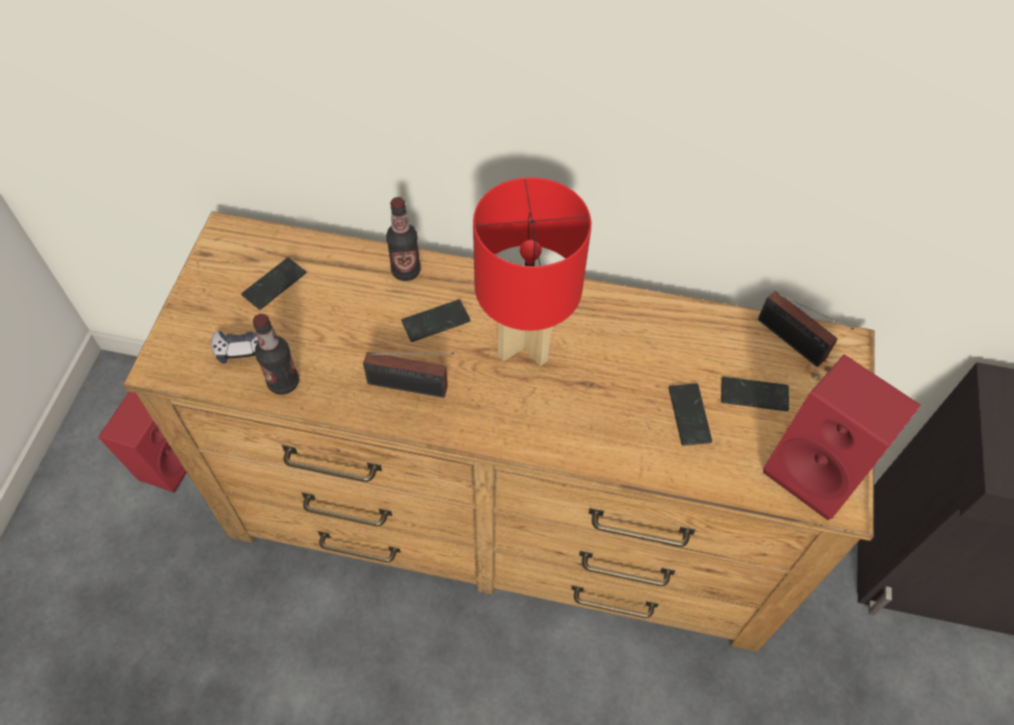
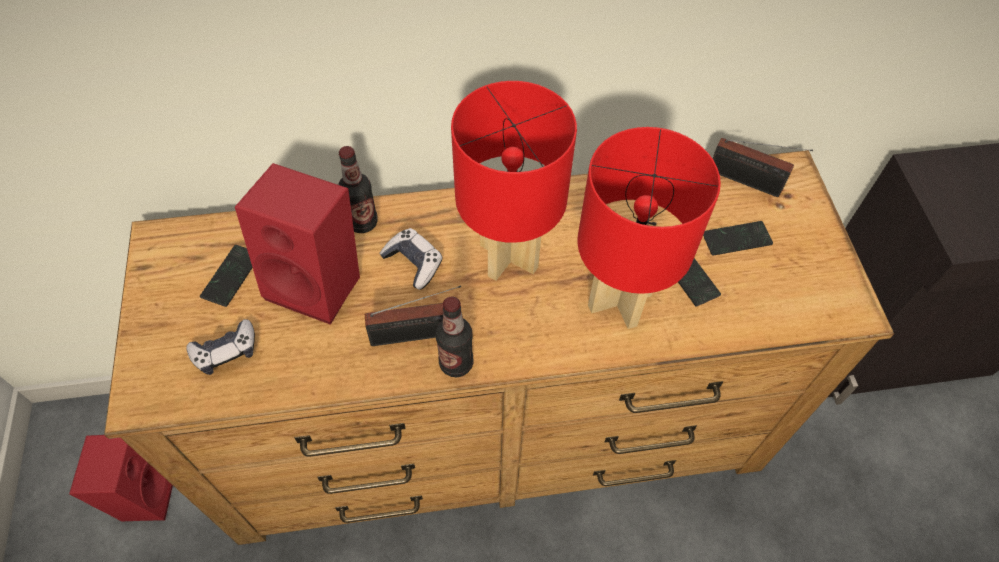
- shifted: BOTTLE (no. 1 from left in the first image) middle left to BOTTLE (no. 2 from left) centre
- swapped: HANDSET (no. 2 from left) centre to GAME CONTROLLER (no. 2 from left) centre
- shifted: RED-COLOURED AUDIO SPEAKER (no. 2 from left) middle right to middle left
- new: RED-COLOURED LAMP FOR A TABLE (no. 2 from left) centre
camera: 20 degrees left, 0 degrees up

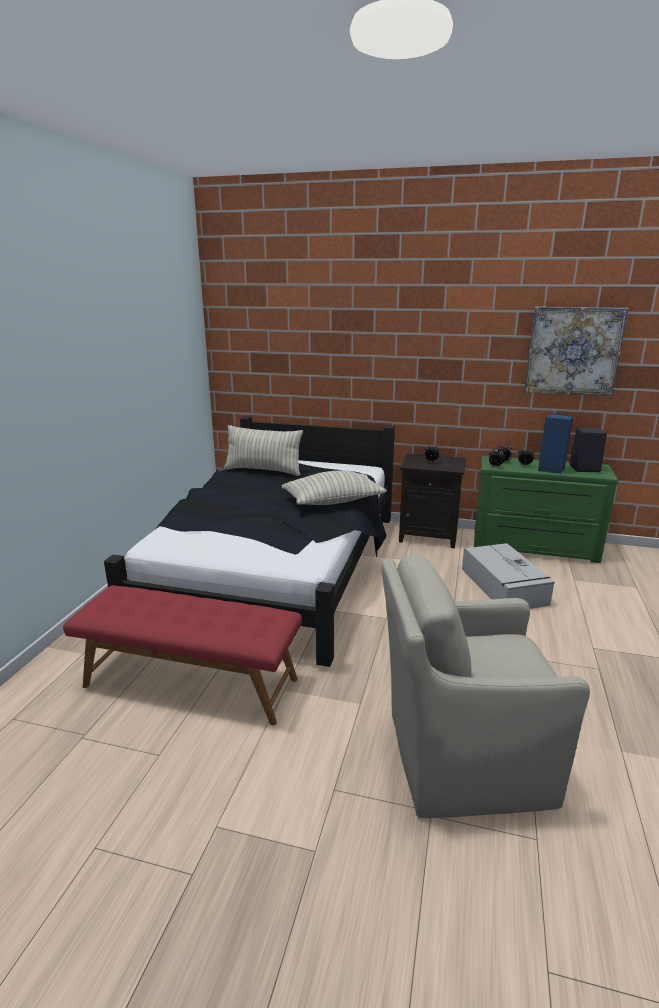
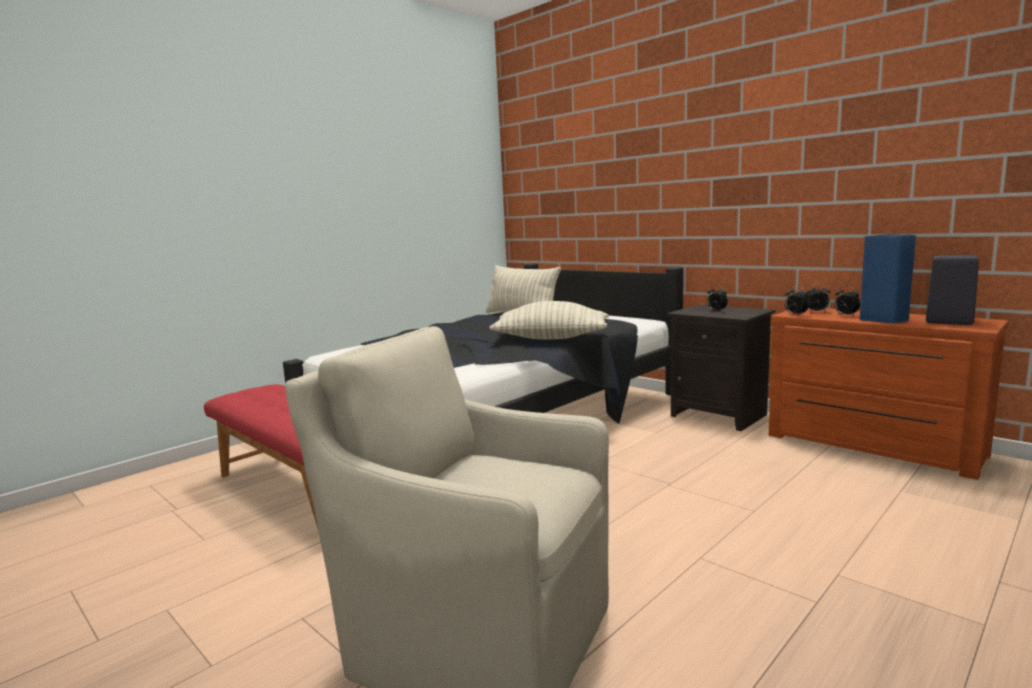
- gone: GREYISH STORAGE BIN middle right
- repainted: GREEN CHEST OF DRAWERS middle right to BROWN CHEST OF DRAWERS middle right
- gone: WALL PICTURE middle right
camera: 30 degrees right, 10 degrees down

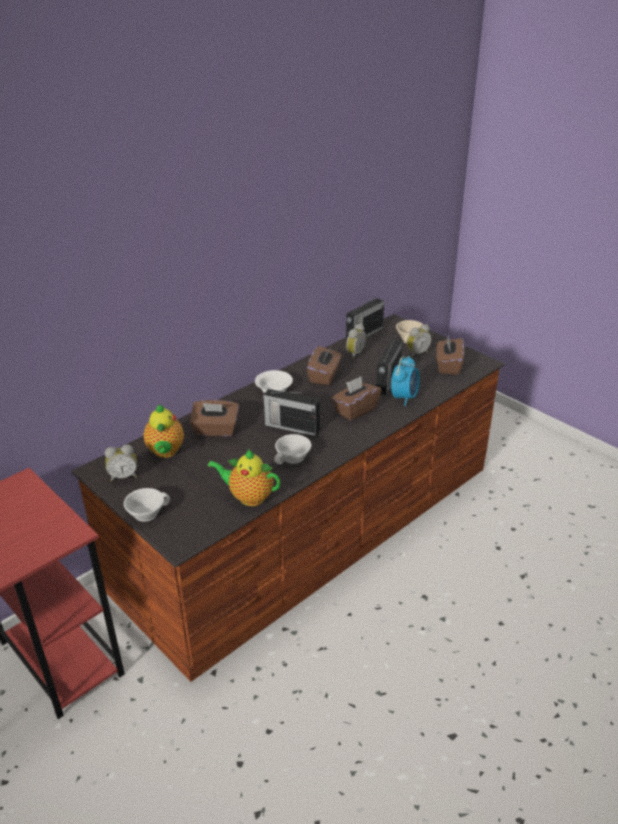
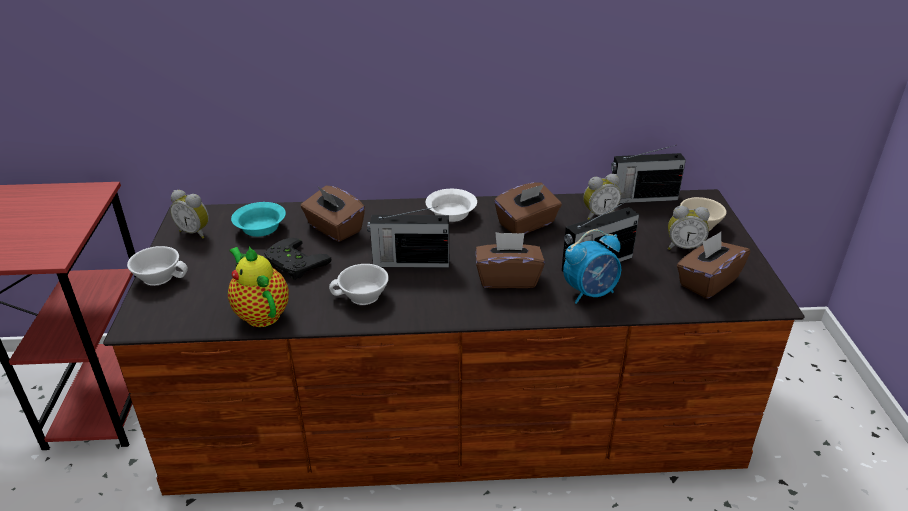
- swapped: TEA POT (no. 1 from left) middle left to TURQUOISE SERVING BOWL middle left
- rotated: RADIO SET (no. 1 from left) centre = centre 60 degrees counterclockwise
- new: BLACKISH GAME CONTROLLER middle left
camera: 40 degrees right, 0 degrees up

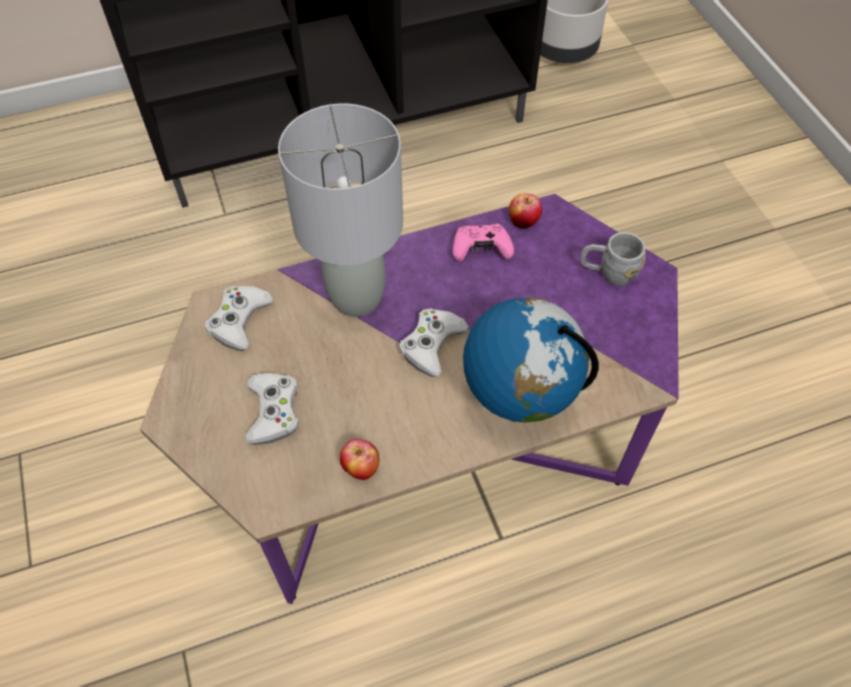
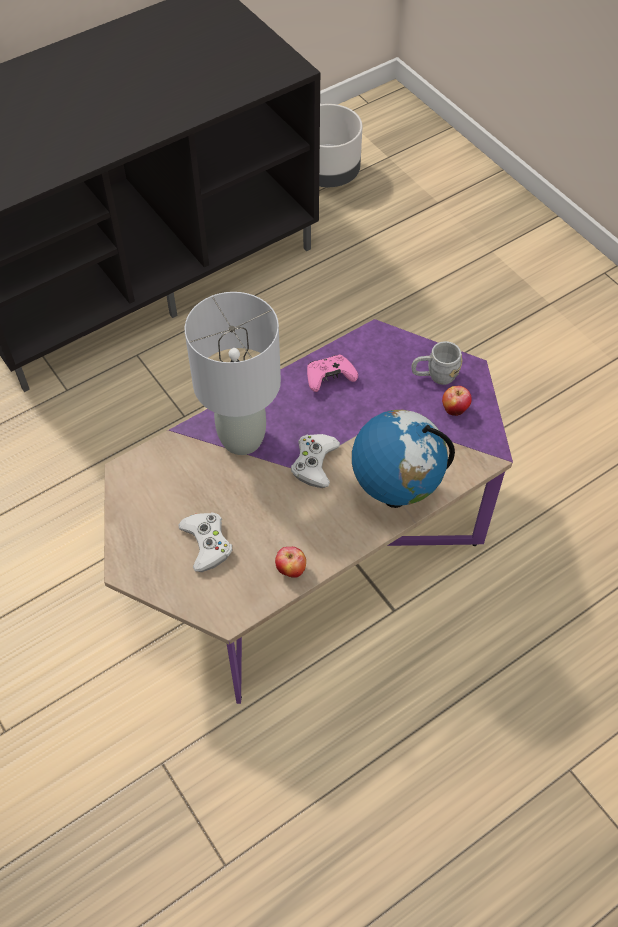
- gone: WHITISH GAME CONTROLLER (no. 1 from left) middle left
- shifted: WHOLE APPLE (no. 2 from left) top centre to middle right
camera: 15 degrees left, 0 degrees up

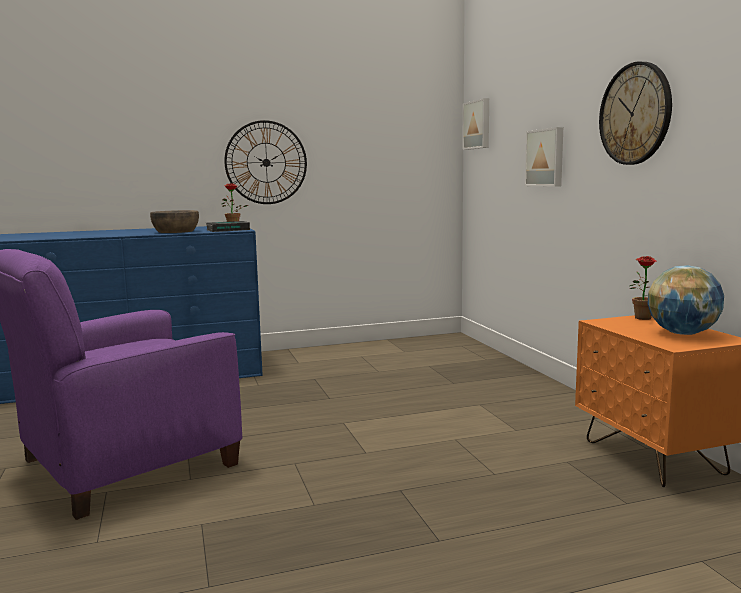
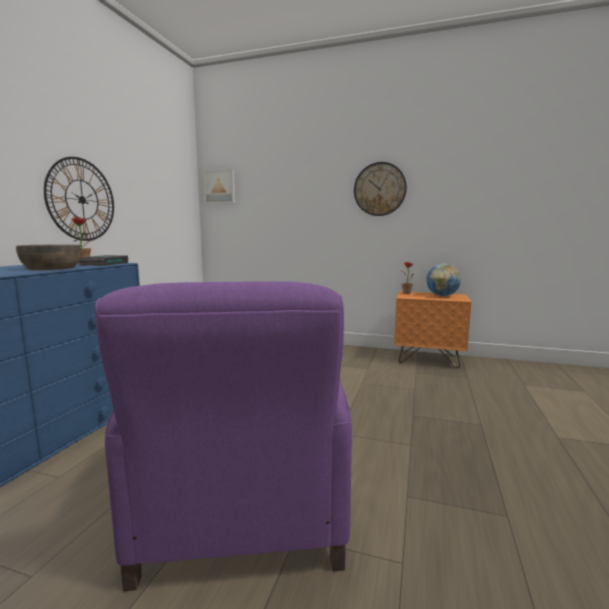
- gone: WALL PICTURE (no. 2 from left) top right
camera: 55 degrees left, 0 degrees up

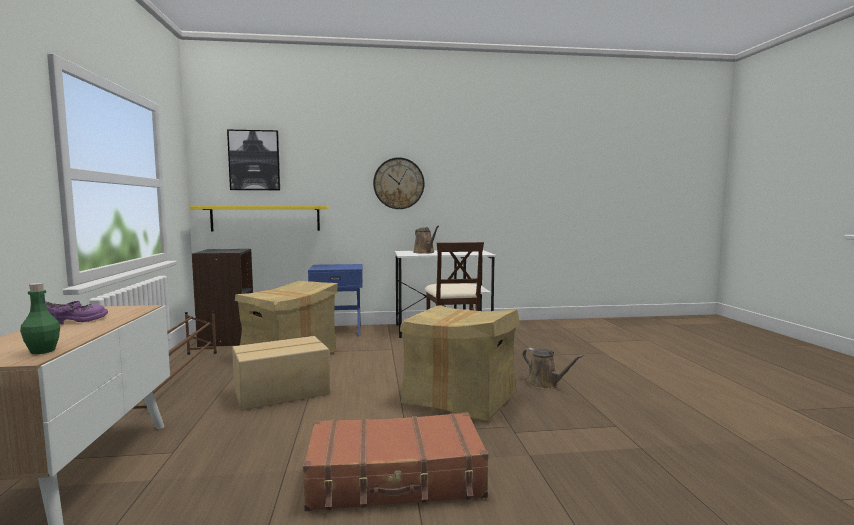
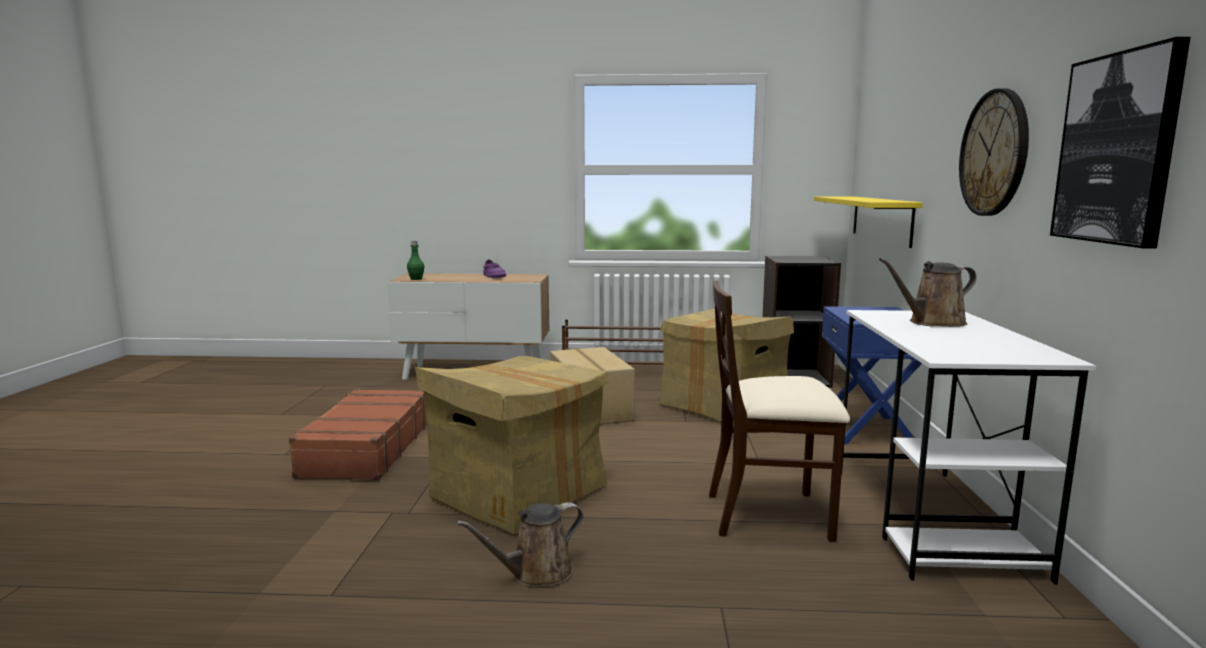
- shifted: WALL PICTURE top left to top right
camera: 100 degrees right, 5 degrees up

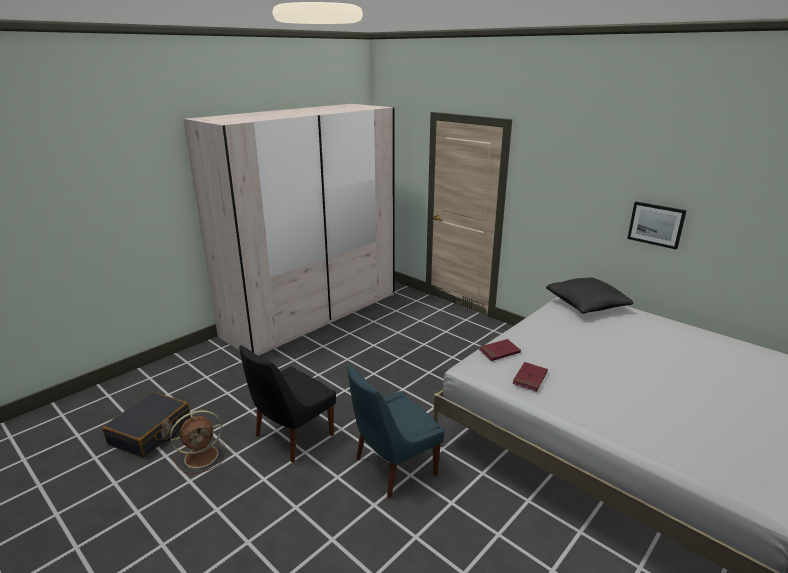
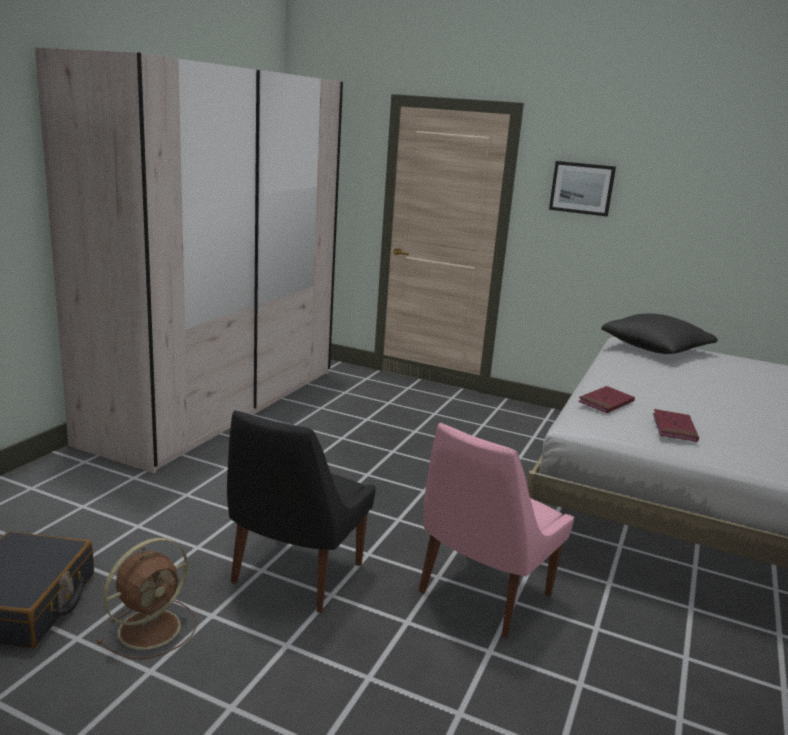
- repainted: BLUE-COLOURED CHAIR bottom centre to PINK-COLOURED CHAIR bottom centre
- shifted: WALL PICTURE middle right to top right
camera: 20 degrees left, 5 degrees down

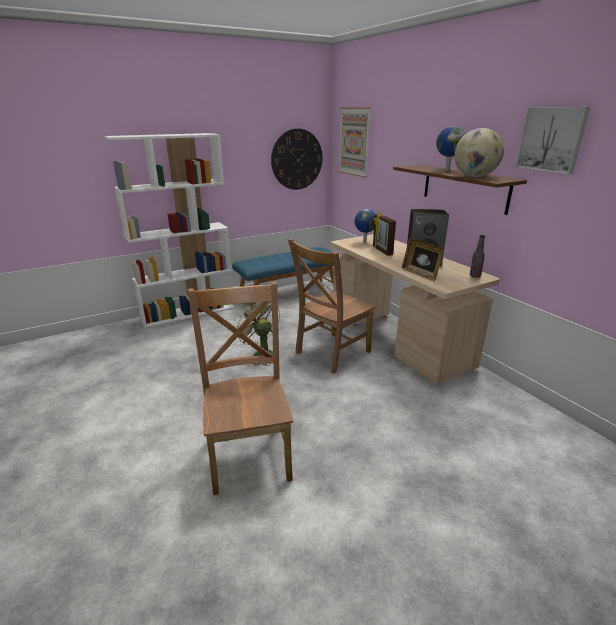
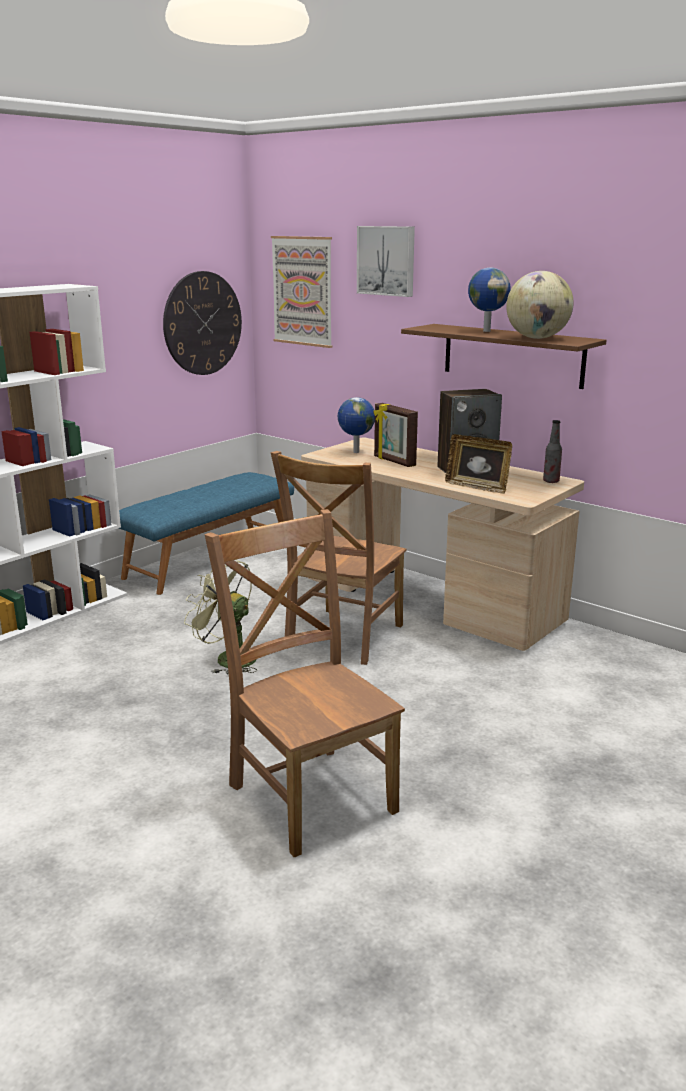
- shifted: WALL PICTURE (no. 2 from left) top right to top centre
camera: 20 degrees left, 5 degrees down

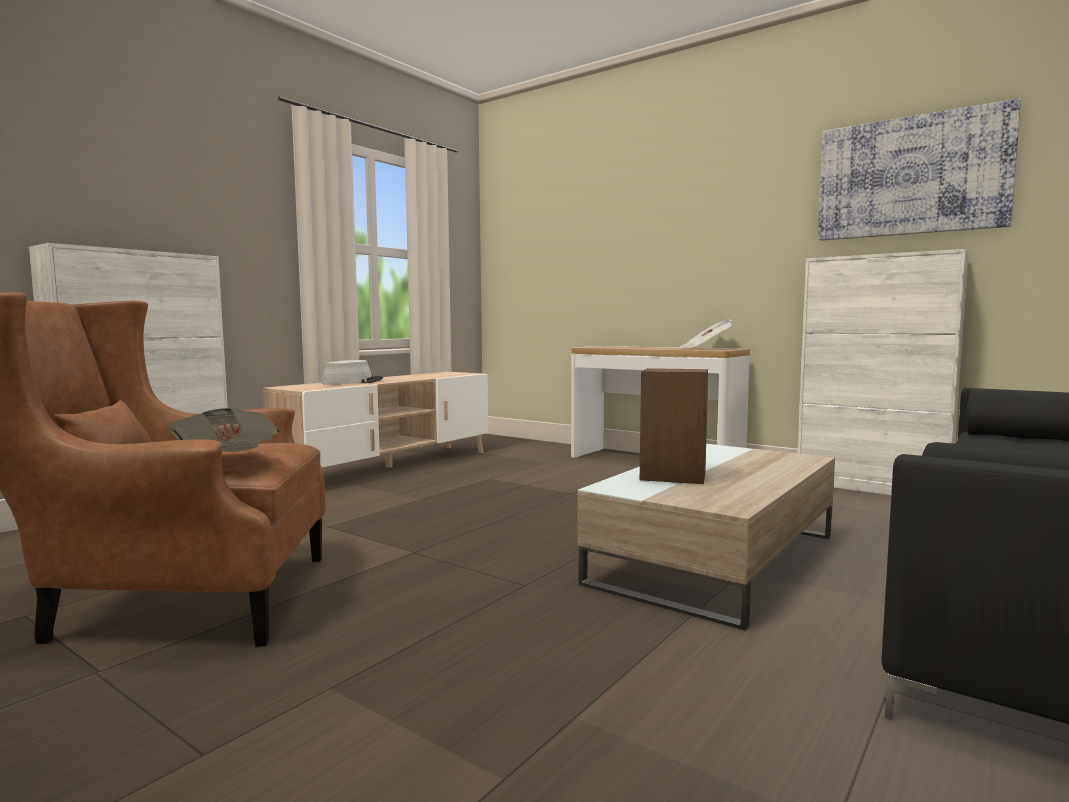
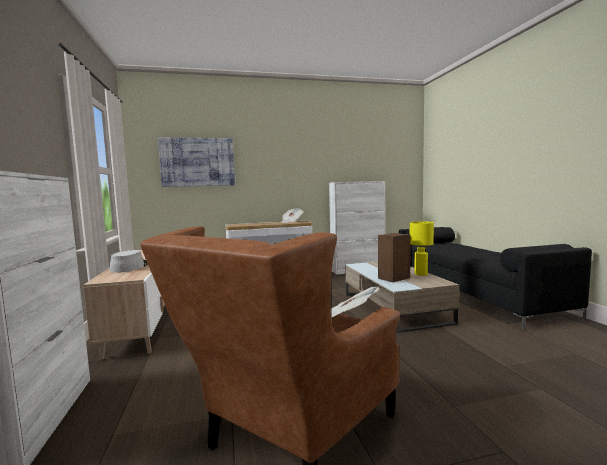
- shifted: WALL PICTURE top right to middle left
- new: YELLOW-COLOURED LAMP FOR A TABLE middle right
camera: 50 degrees left, 0 degrees up

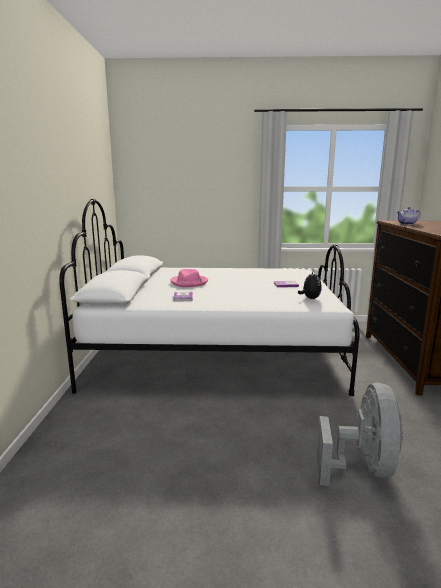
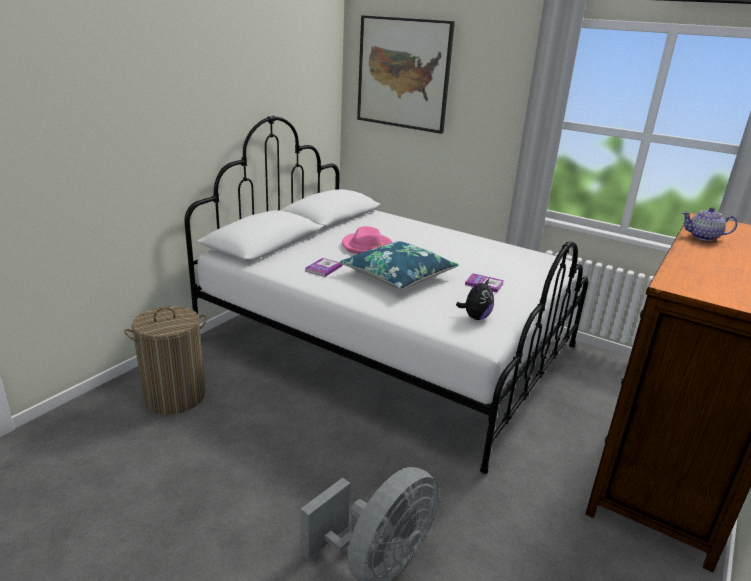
- new: LAUNDRY BASKET middle left
- new: BLUE-COLOURED THROW PILLOW centre
- new: WALL PICTURE top centre
camera: 30 degrees right, 10 degrees up

